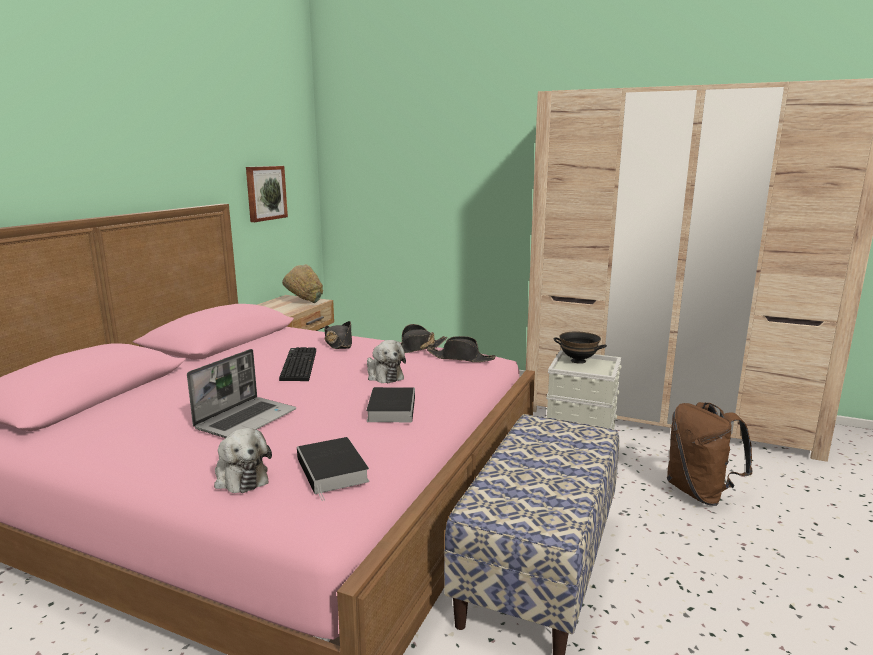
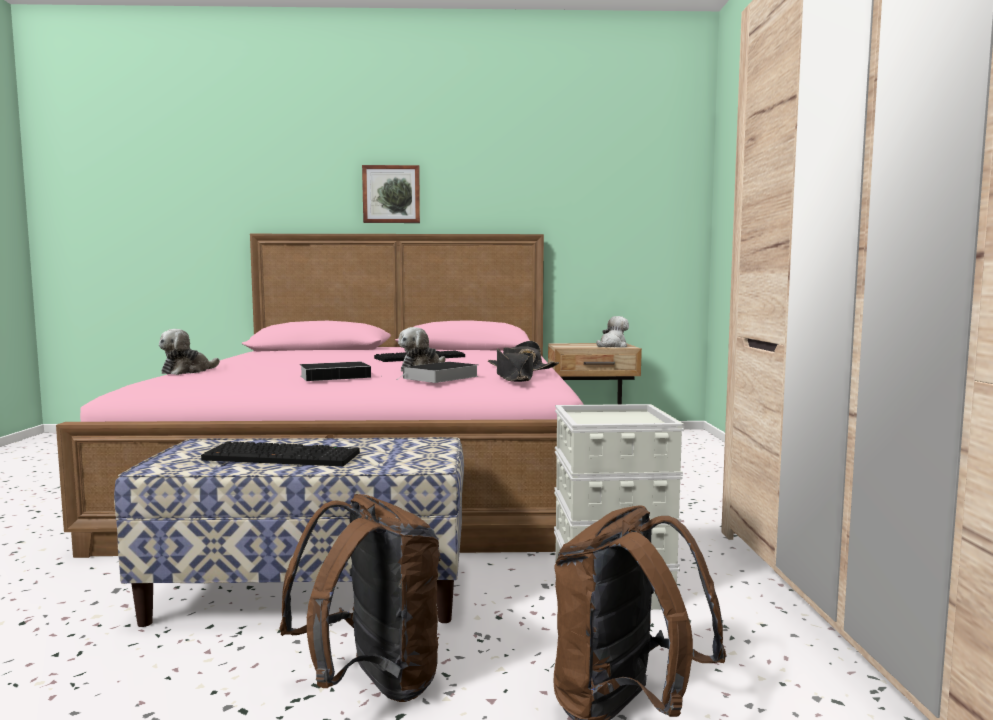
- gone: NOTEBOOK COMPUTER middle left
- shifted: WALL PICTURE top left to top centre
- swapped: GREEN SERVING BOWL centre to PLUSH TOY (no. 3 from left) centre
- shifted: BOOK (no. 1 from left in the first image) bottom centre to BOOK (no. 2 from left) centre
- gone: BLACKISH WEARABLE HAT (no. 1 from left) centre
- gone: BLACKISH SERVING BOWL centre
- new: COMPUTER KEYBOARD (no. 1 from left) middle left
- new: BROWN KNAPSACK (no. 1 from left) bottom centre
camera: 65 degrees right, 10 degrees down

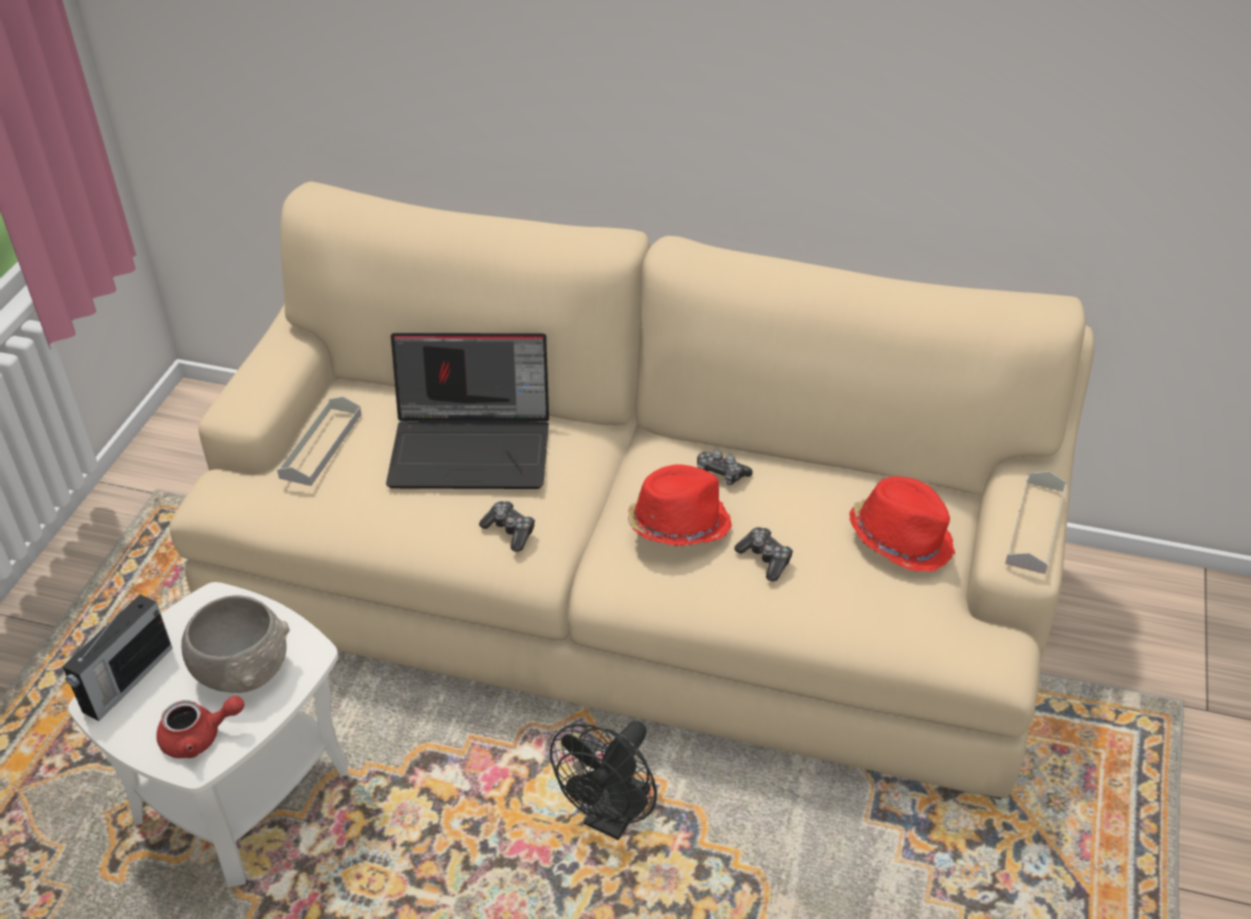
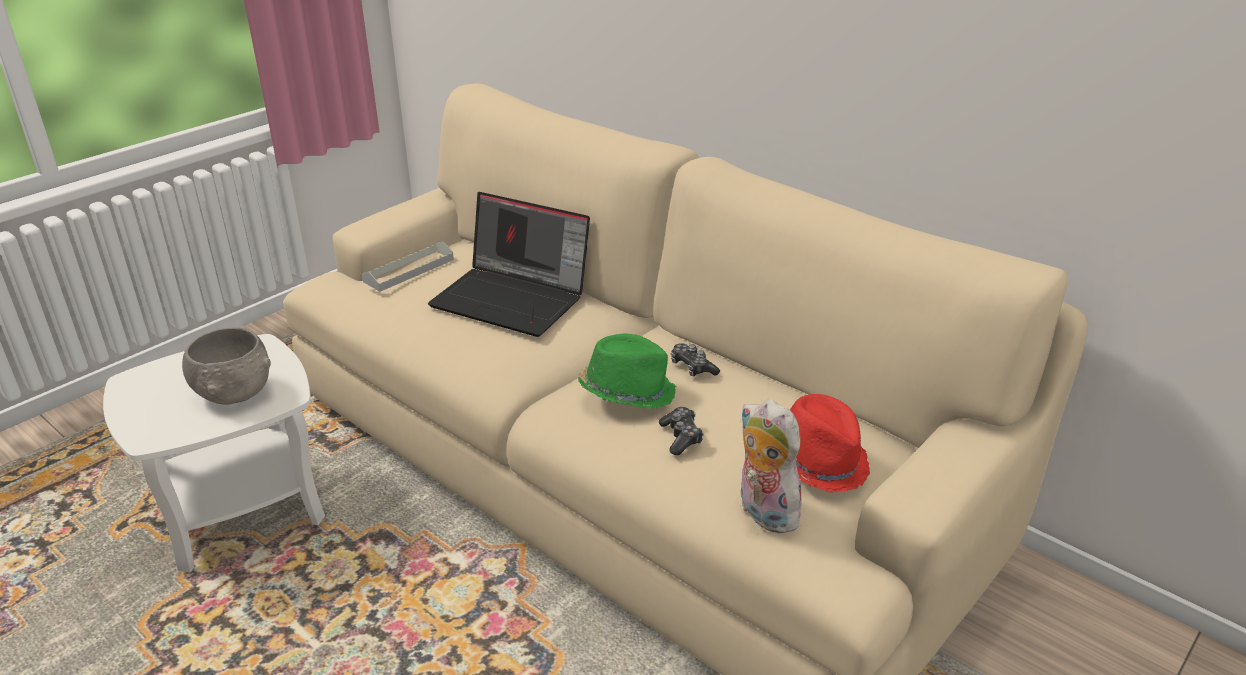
- gone: RADIO SET bottom left
- gone: RED-COLOURED TEA POT bottom left
- gone: GAME CONTROLLER (no. 1 from left) centre
- gone: BLACKISH FAN bottom centre
- repainted: RED-COLOURED WEARABLE HAT (no. 1 from left) centre to GREEN WEARABLE HAT centre
- gone: GREYISH CARRYING TRAY (no. 2 from left) middle right
- new: PLUSH TOY bottom centre
camera: 25 degrees right, 10 degrees down

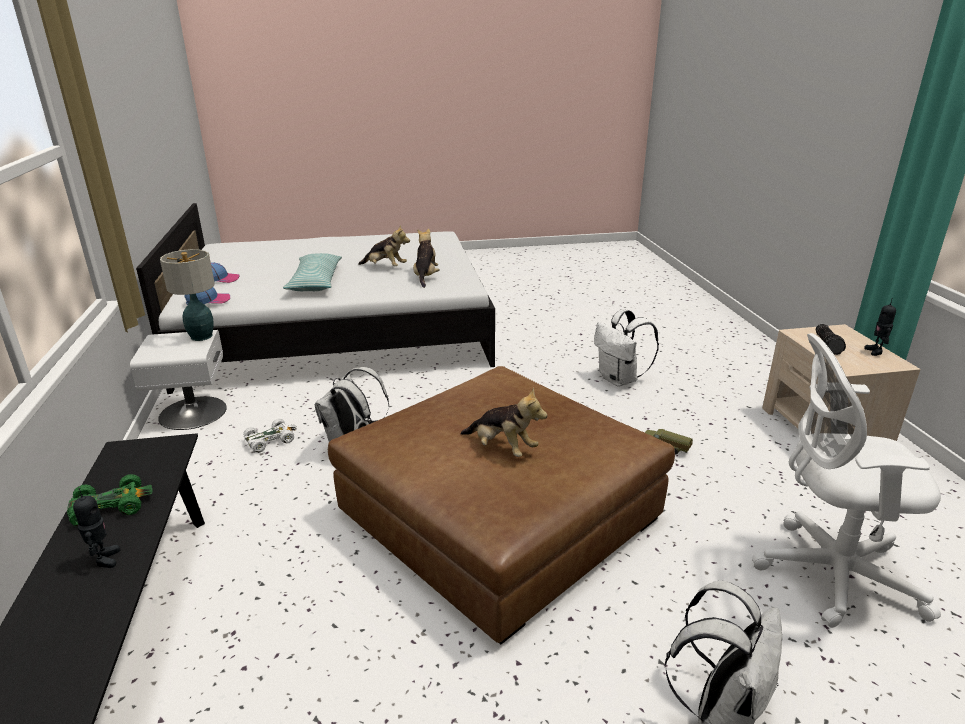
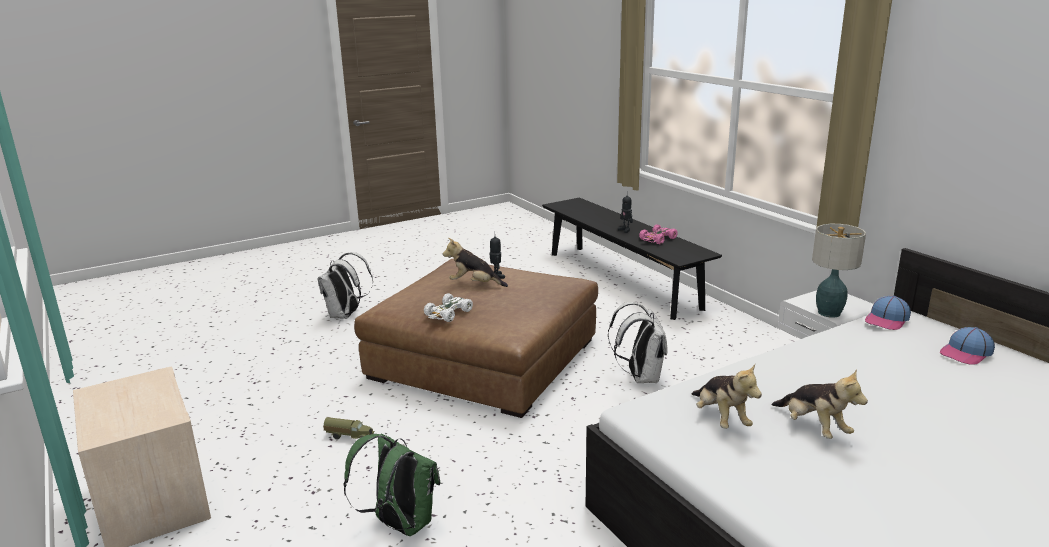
- repainted: GREEN MODEL CAR bottom left to PINK-COLOURED MODEL CAR centre
- shifted: WHITISH MODEL CAR middle left to centre
- gone: THROW PILLOW middle left
- rotated: PLUSH TOY (no. 1 from left in the first image) centre = bottom right 120 degrees counterclockwise
- repainted: WHITISH KNAPSACK (no. 2 from left) centre to GREEN KNAPSACK bottom centre
- gone: WHITISH COMPUTER CHAIR middle right
- gone: FLASHLIGHT middle right
- shifted: TOY ROBOT (no. 2 from left in the first image) middle right to TOY ROBOT (no. 1 from left) centre
camera: 160 degrees right, 5 degrees down

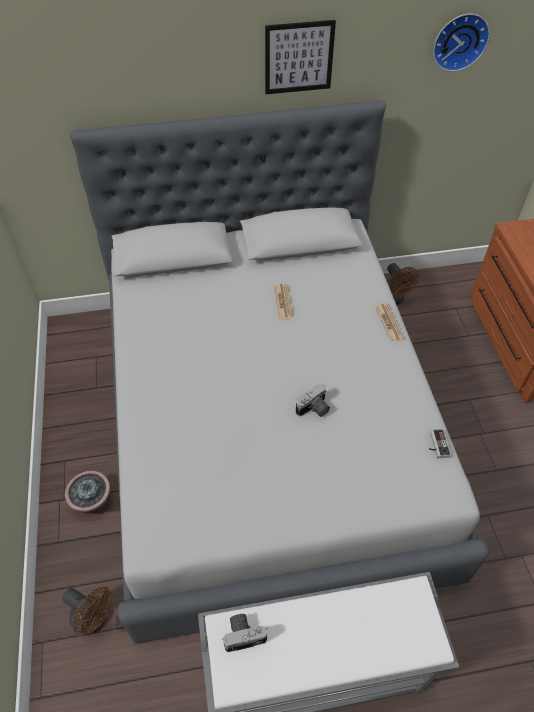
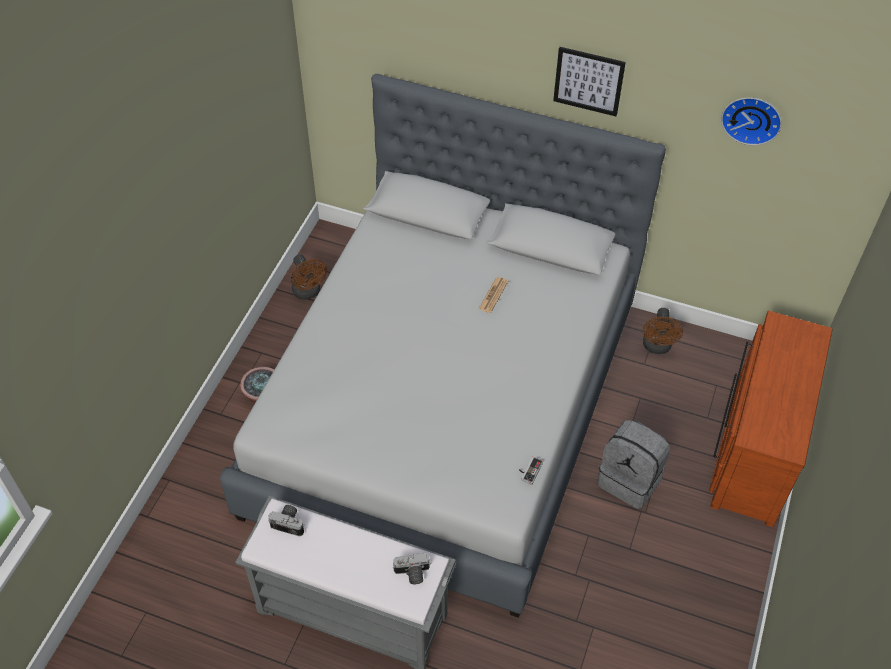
- shifted: BROWN FAN (no. 1 from left) bottom left to centre
- shifted: PHOTO CAMERA (no. 2 from left) centre to bottom centre
- gone: PRINTED PAPER (no. 2 from left) middle right
- new: GREYISH KNAPSACK bottom right
camera: 30 degrees right, 0 degrees up

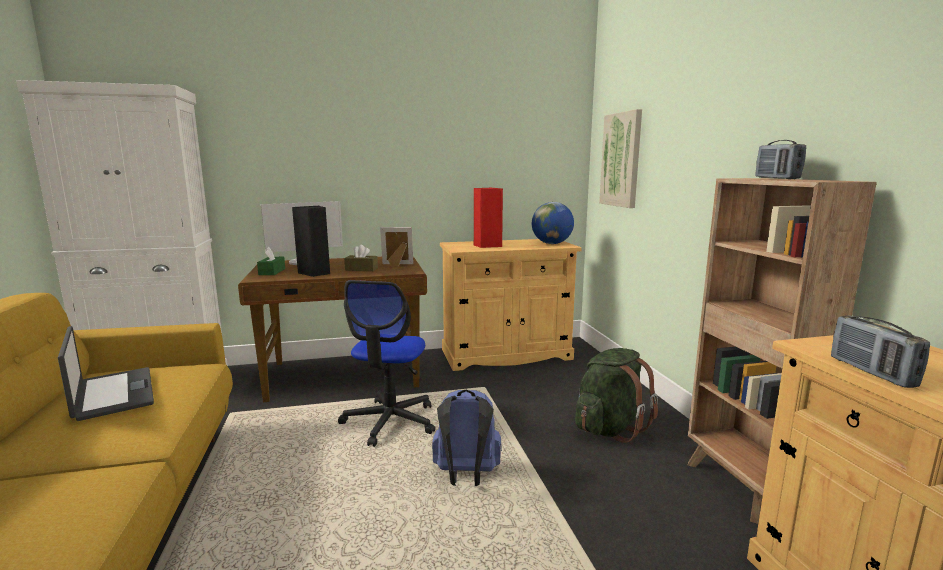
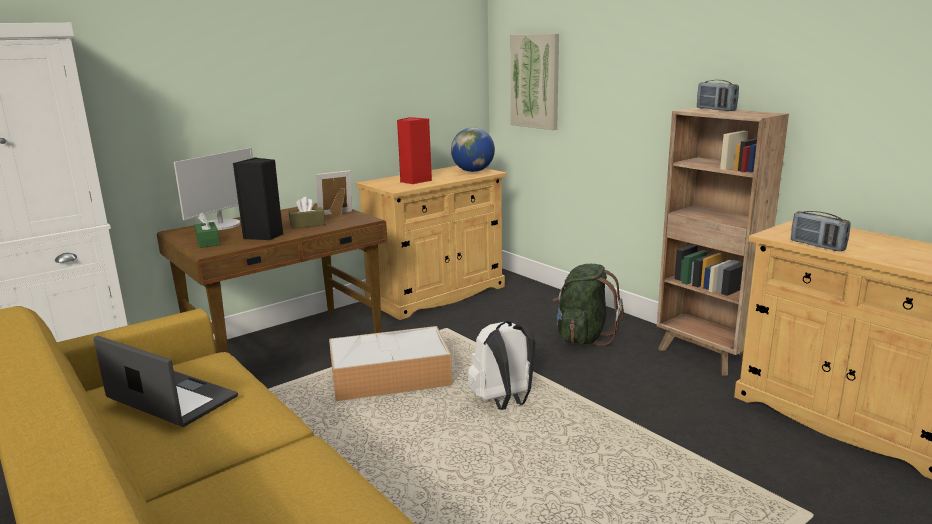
- swapped: COMPUTER CHAIR centre to STORAGE BIN bottom centre
- repainted: BLUE-COLOURED KNAPSACK bottom centre to WHITISH KNAPSACK bottom centre
camera: 25 degrees left, 5 degrees up

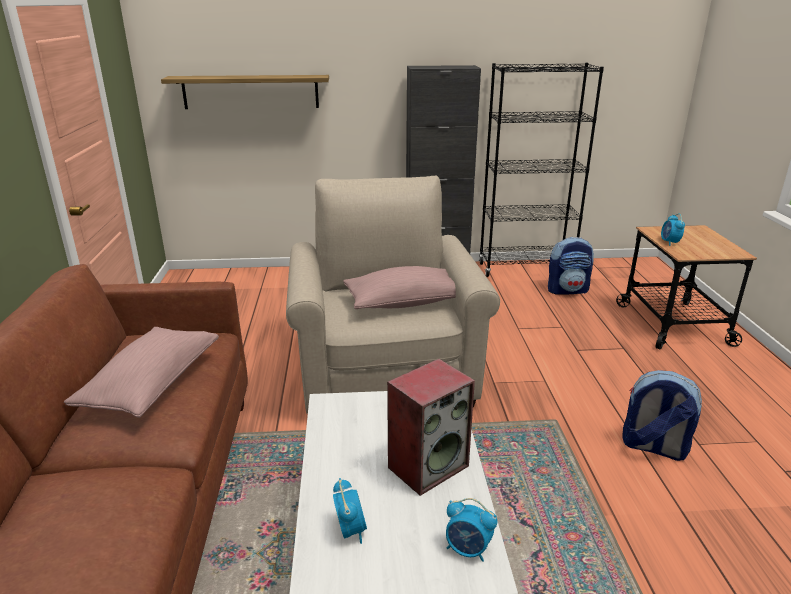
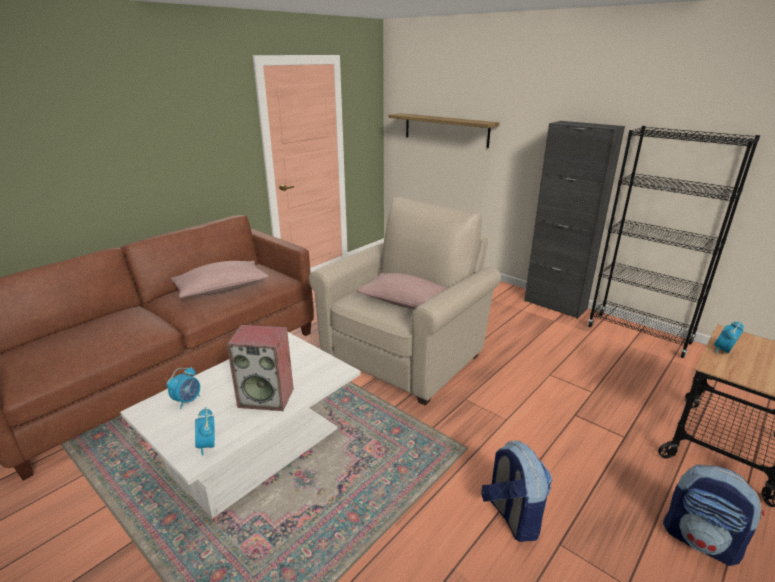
- shifted: KNAPSACK (no. 1 from left in the first image) middle right to KNAPSACK (no. 2 from left) bottom right
camera: 45 degrees right, 0 degrees up

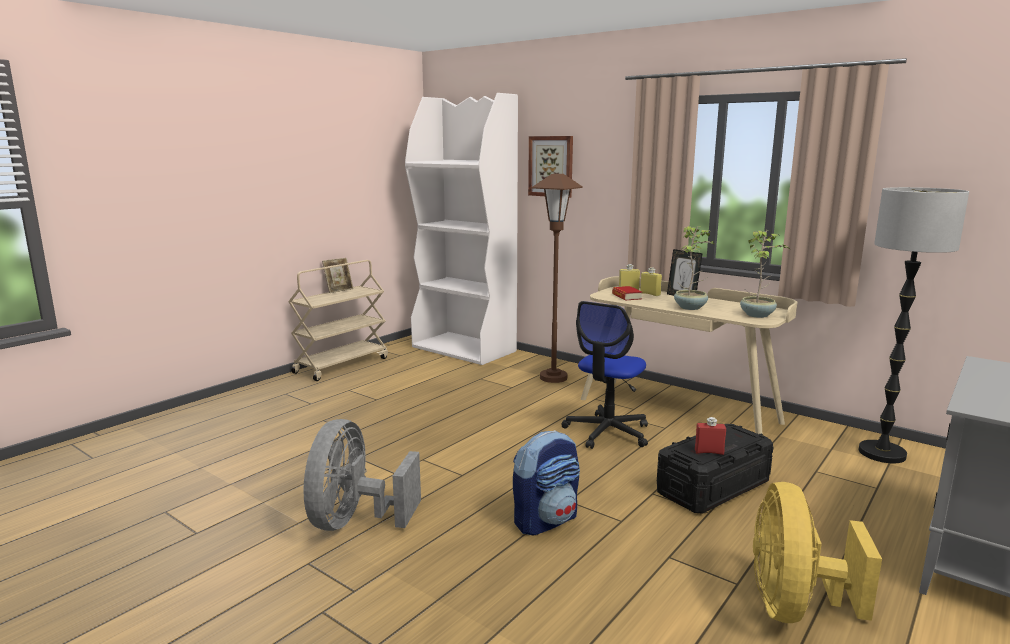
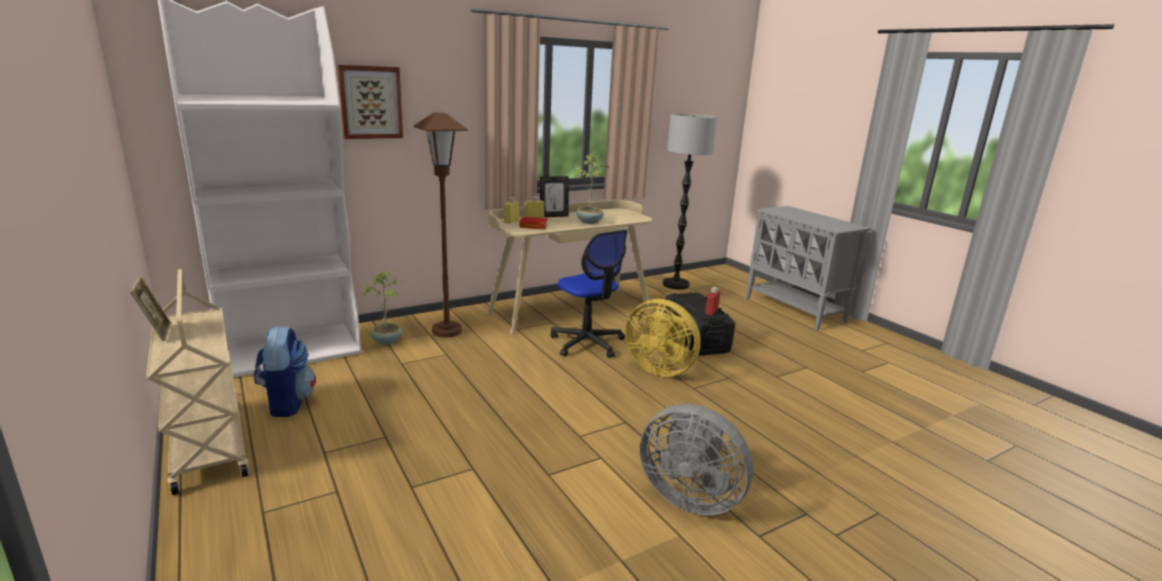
- shifted: KNAPSACK bottom centre to middle left
- shifted: POTTED PLANT (no. 2 from left in the first image) middle right to POTTED PLANT (no. 1 from left) middle left
- shifted: YELLOW-COLOURED FAN bottom right to centre
camera: 70 degrees left, 5 degrees up

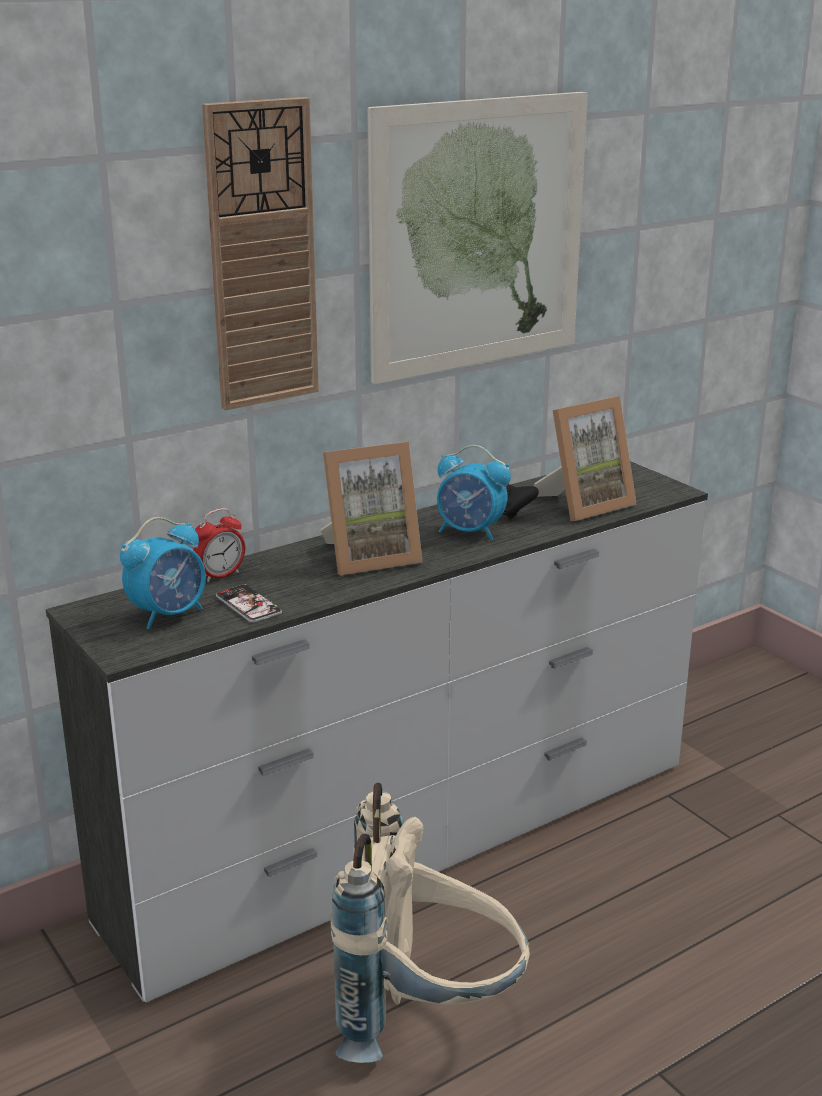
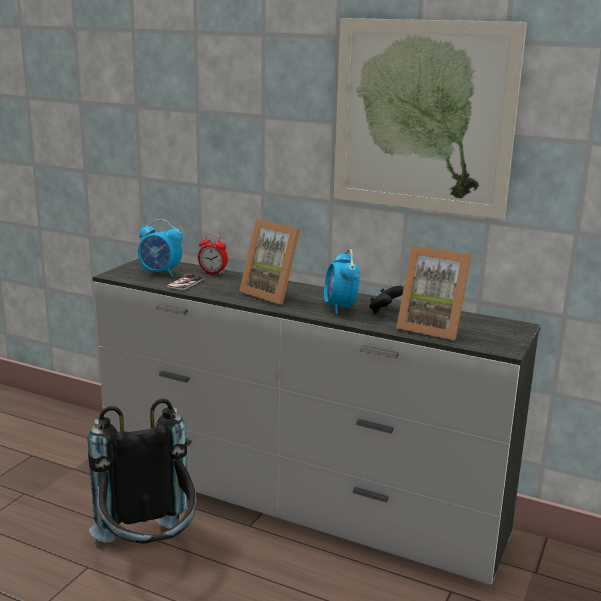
- gone: HANGING CLOCK top left
- repainted: SAND-COLOURED KNAPSACK bottom centre to BLACKISH KNAPSACK bottom left
camera: 60 degrees right, 5 degrees down

